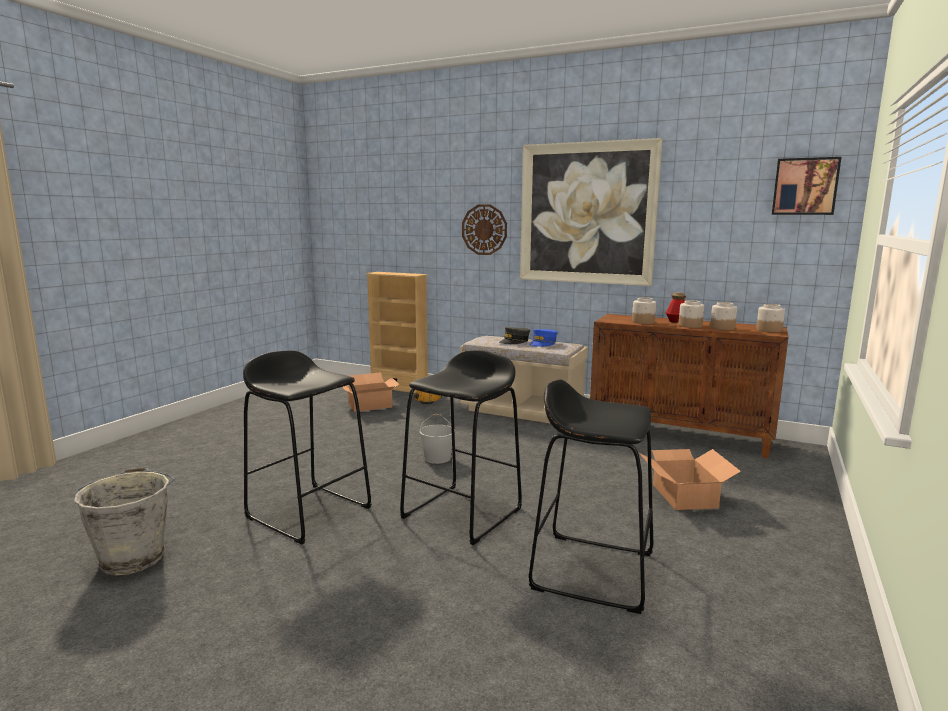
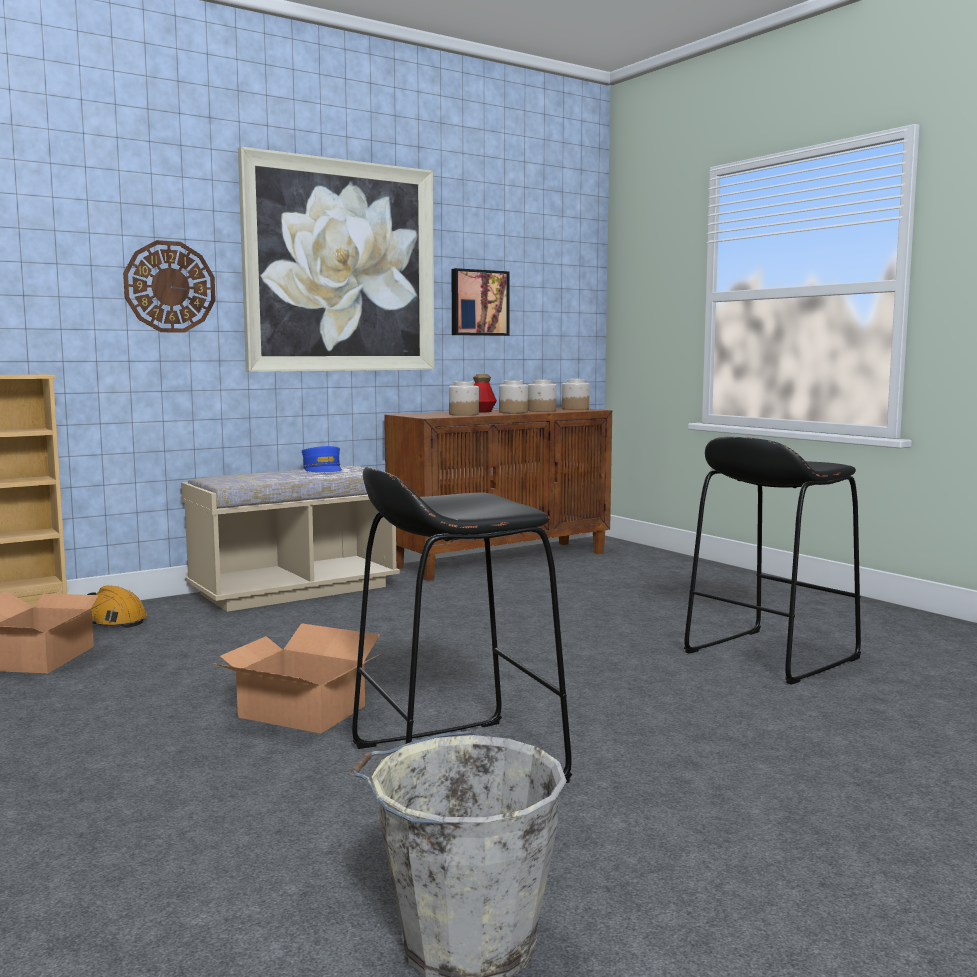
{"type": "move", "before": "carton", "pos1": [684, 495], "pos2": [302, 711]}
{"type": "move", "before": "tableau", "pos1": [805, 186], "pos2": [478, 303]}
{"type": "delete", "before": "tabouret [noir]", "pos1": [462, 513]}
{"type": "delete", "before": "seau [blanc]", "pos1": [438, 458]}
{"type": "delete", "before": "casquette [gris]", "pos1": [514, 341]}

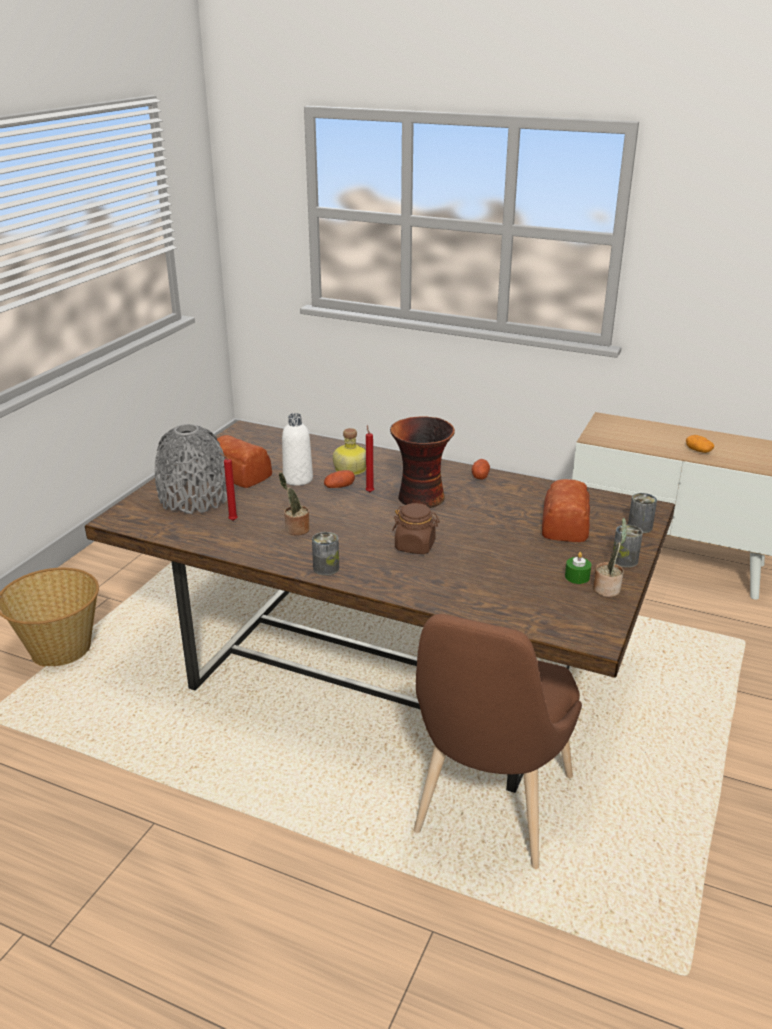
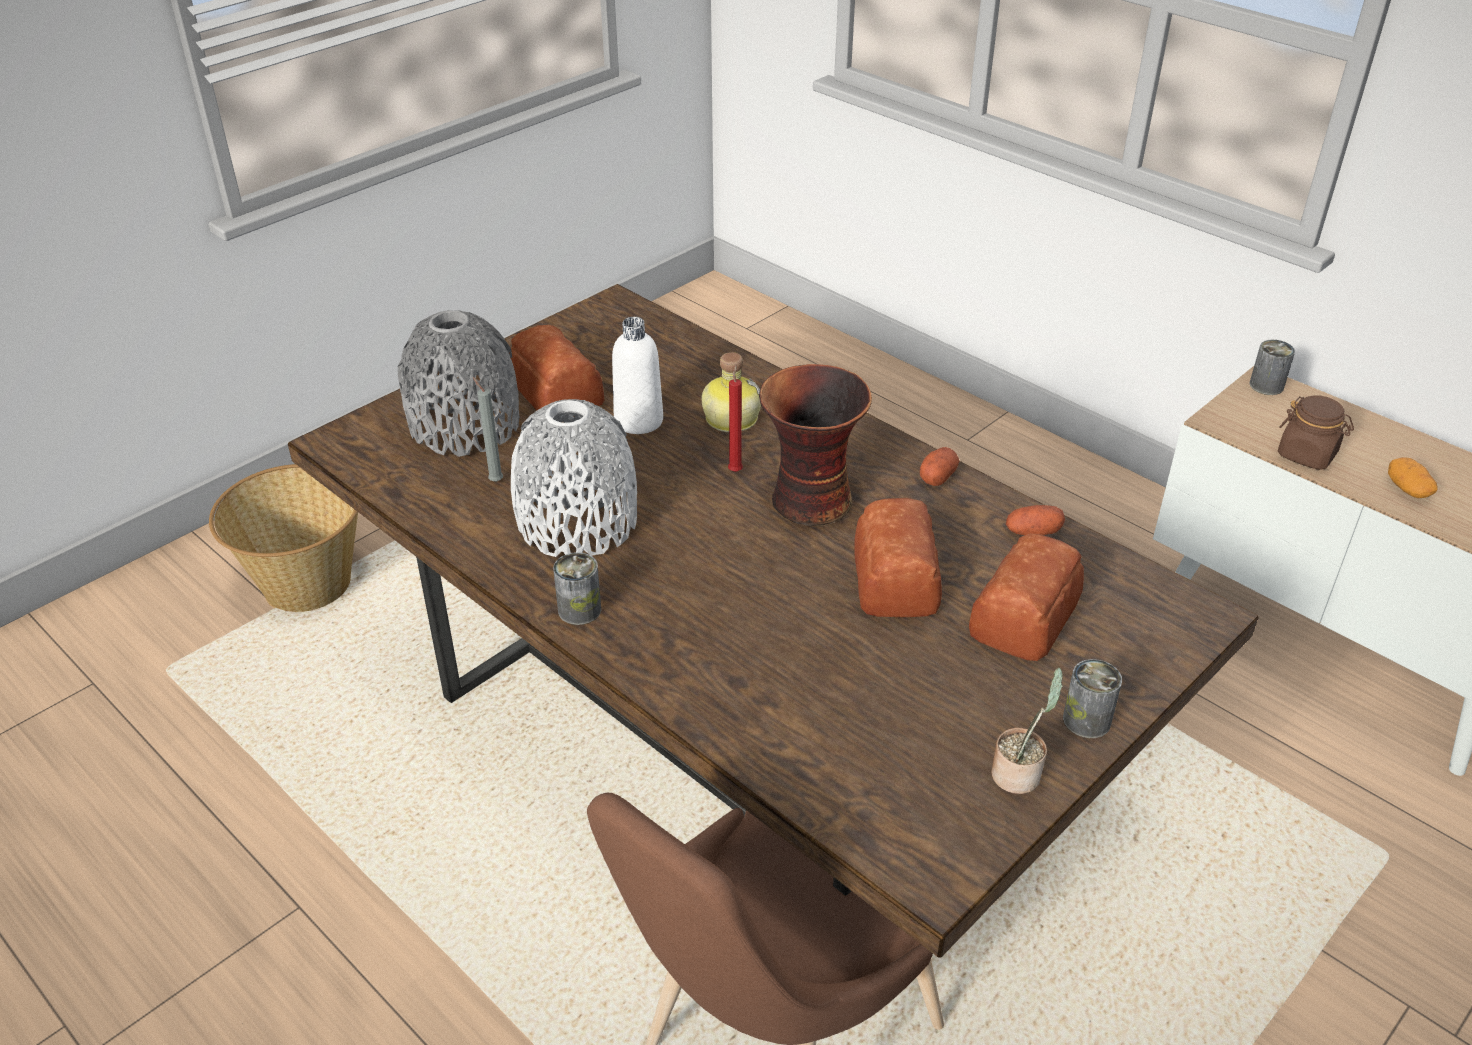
{"type": "recolor", "before": "bougie [rouge]", "after": "bougie [gris]", "pos1": [231, 520], "pos2": [494, 480]}
{"type": "replace", "before": "plante en pot", "after": "vase [gris]", "pos1": [295, 529], "pos2": [577, 521]}
{"type": "insert", "after": "pain", "pos2": [897, 577]}
{"type": "move", "before": "pomme de terre", "pos1": [339, 487], "pos2": [1033, 532]}
{"type": "move", "before": "boîte métallique", "pos1": [640, 527], "pos2": [1266, 385]}
{"type": "move", "before": "bocal [marron]", "pos1": [415, 546], "pos2": [1307, 455]}
{"type": "delete", "before": "bougie [vert]", "pos1": [577, 577]}

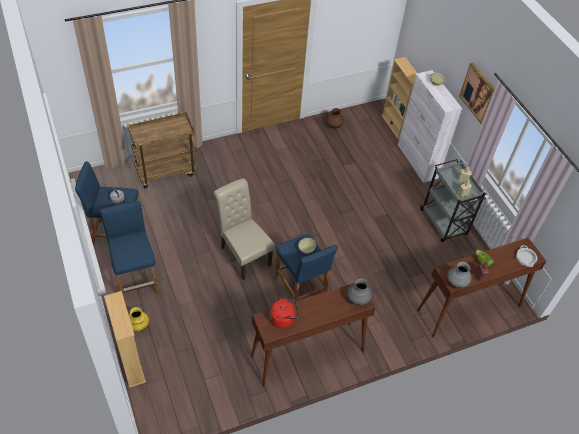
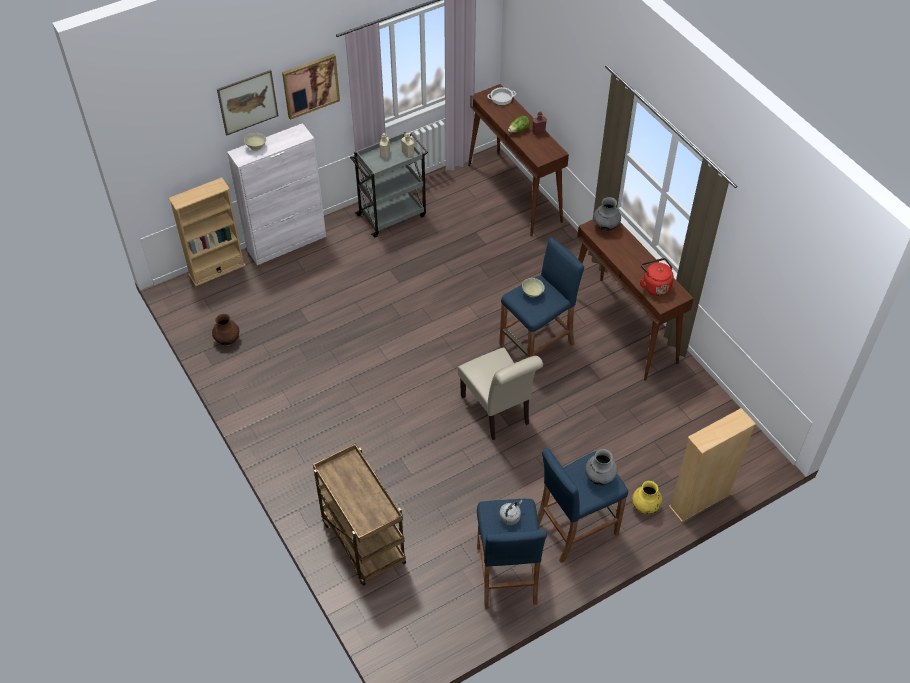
{"type": "insert", "after": "tableau", "pos2": [248, 102]}
{"type": "rotate", "before": "chaise [beige]", "pos1": [243, 254], "pos2": [498, 413], "turn": -75}
{"type": "move", "before": "vase [gris]", "pos1": [456, 283], "pos2": [599, 477]}

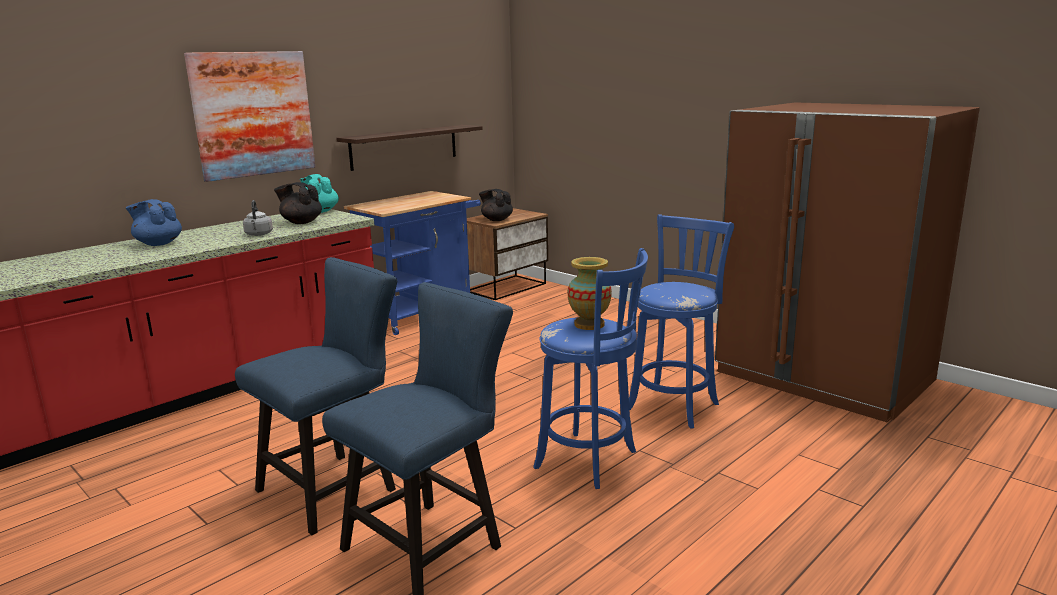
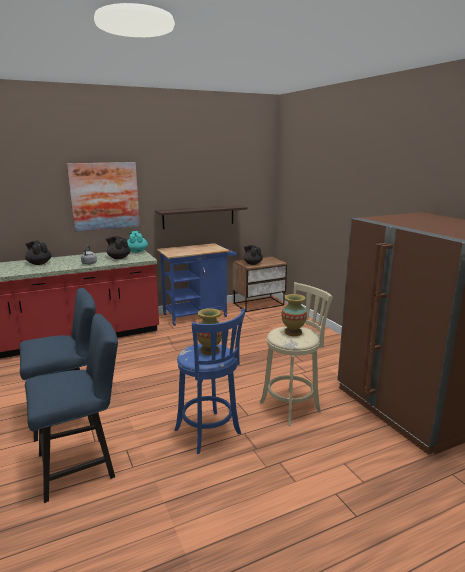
{"type": "recolor", "before": "théière [bleu]", "after": "théière [noir]", "pos1": [158, 244], "pos2": [39, 263]}
{"type": "recolor", "before": "tabouret [bleu]", "after": "tabouret [beige]", "pos1": [674, 405], "pos2": [292, 406]}
{"type": "insert", "after": "vase", "pos2": [293, 332]}

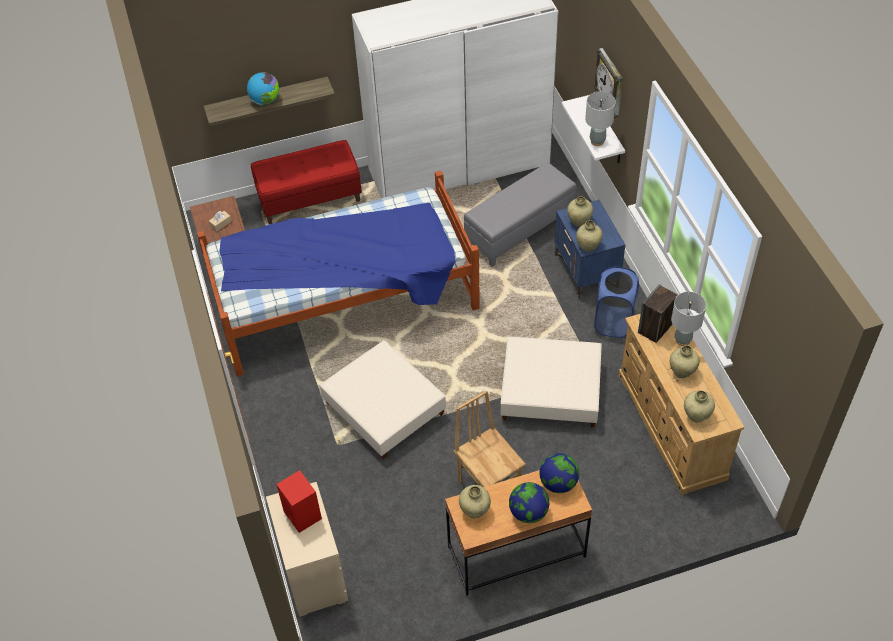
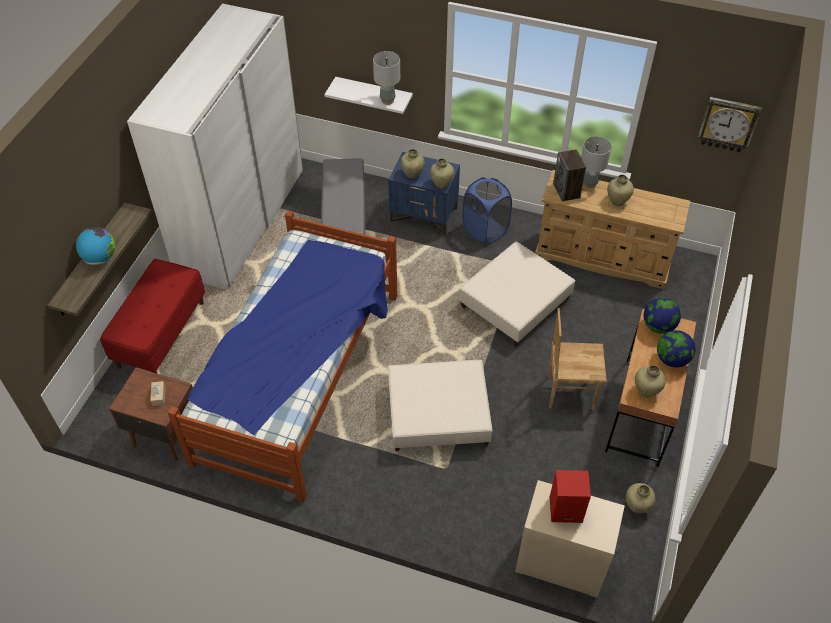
{"type": "move", "before": "vase [beige]", "pos1": [696, 416], "pos2": [637, 506]}
{"type": "move", "before": "horloge murale", "pos1": [610, 84], "pos2": [728, 124]}

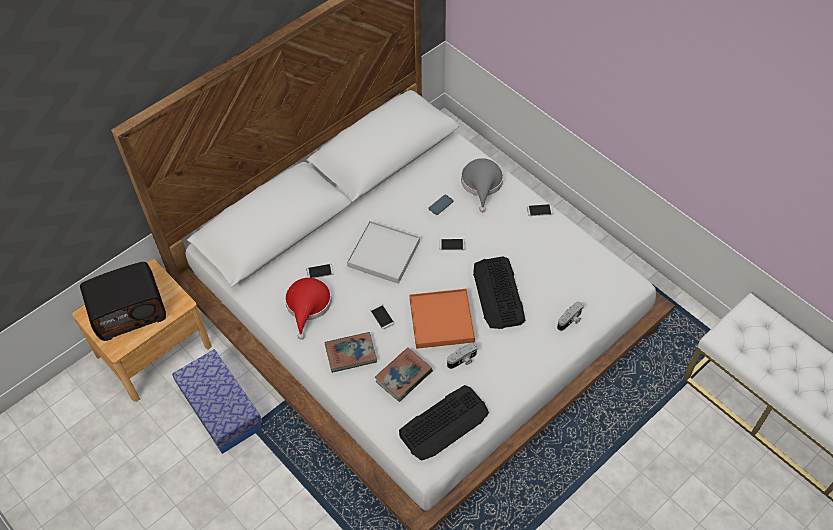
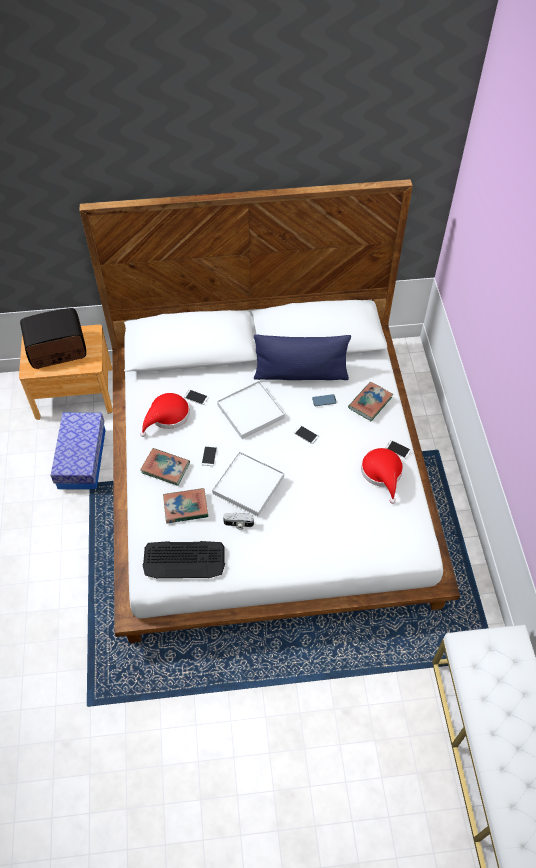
{"type": "rotate", "before": "radio", "pos1": [129, 311], "pos2": [57, 350], "turn": 150}
{"type": "recolor", "before": "plateau [orange]", "after": "plateau [blanc]", "pos1": [441, 320], "pos2": [248, 485]}
{"type": "insert", "after": "coussin [bleu]", "pos2": [301, 374]}
{"type": "replace", "before": "chapeau [gris]", "after": "livre", "pos1": [482, 184], "pos2": [370, 403]}
{"type": "insert", "after": "chapeau [rouge]", "pos2": [382, 473]}
{"type": "delete", "before": "clavier", "pos1": [498, 293]}
{"type": "delete", "before": "appareil photo", "pos1": [570, 321]}

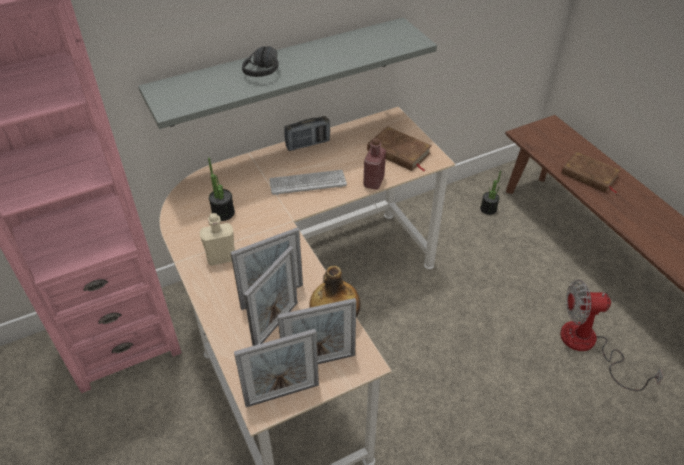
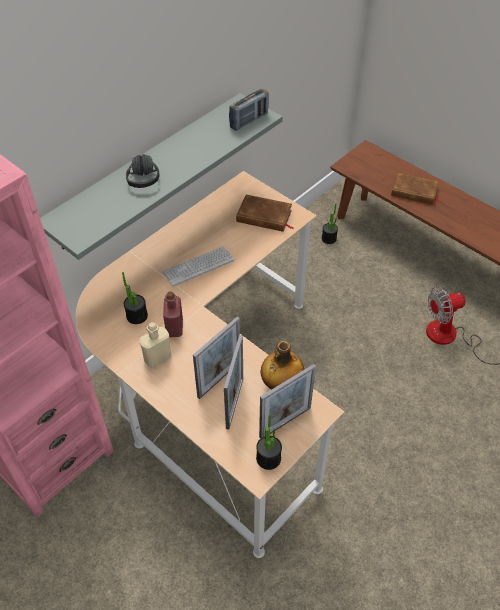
{"type": "move", "before": "bouteille [rouge]", "pos1": [373, 182], "pos2": [174, 328]}
{"type": "move", "before": "radio", "pos1": [308, 144], "pos2": [249, 121]}
{"type": "replace", "before": "cadre photo", "after": "plante en pot", "pos1": [282, 394], "pos2": [268, 458]}

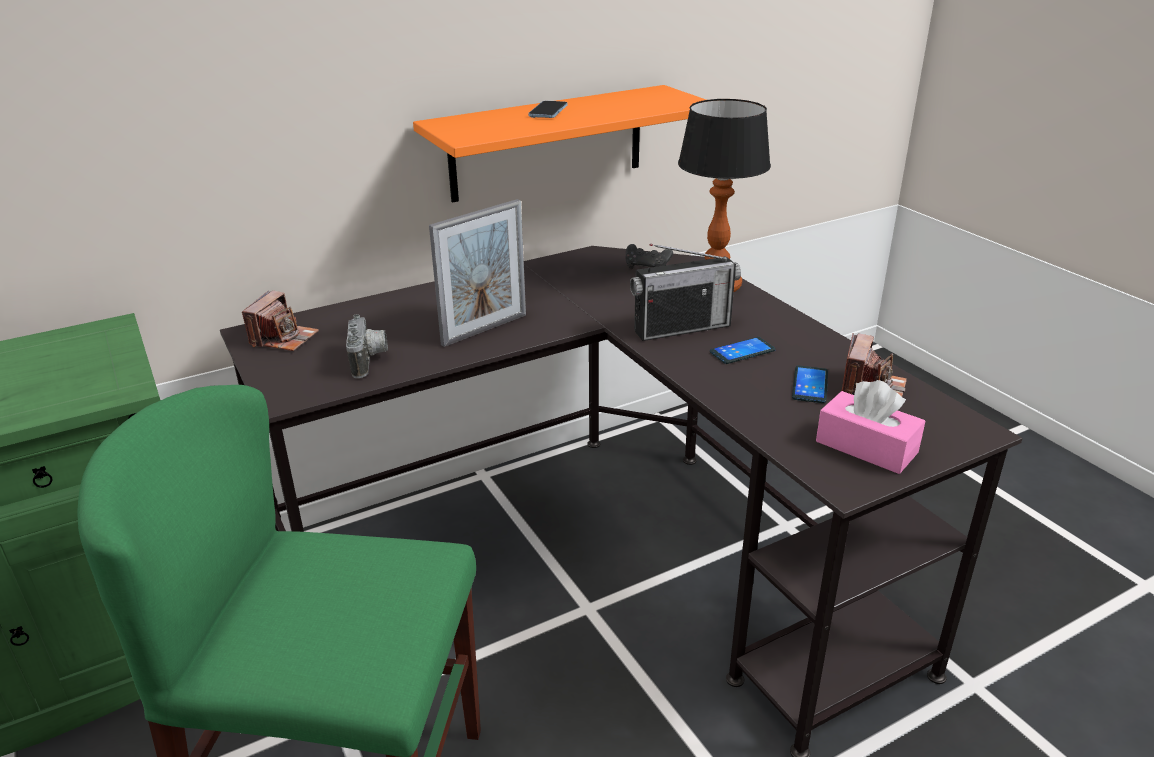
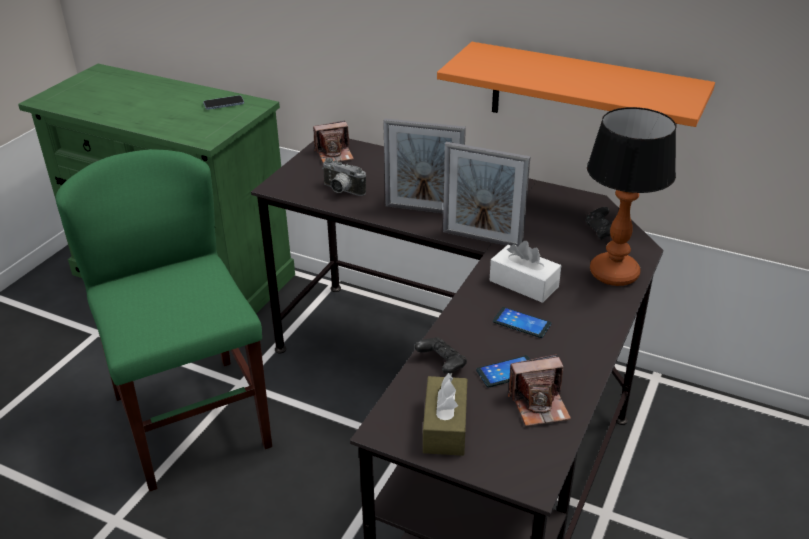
{"type": "move", "before": "téléphone", "pos1": [548, 111], "pos2": [223, 104]}
{"type": "rotate", "before": "appareil photo", "pos1": [370, 361], "pos2": [341, 191], "turn": 75}
{"type": "insert", "after": "manette [noir]", "pos2": [441, 364]}
{"type": "recolor", "before": "boîte à mouchoirs [rose]", "after": "boîte à mouchoirs [marron]", "pos1": [866, 447], "pos2": [445, 426]}
{"type": "insert", "after": "cadre photo", "pos2": [482, 239]}
{"type": "replace", "before": "radio", "after": "boîte à mouchoirs [blanc]", "pos1": [682, 328], "pos2": [523, 284]}

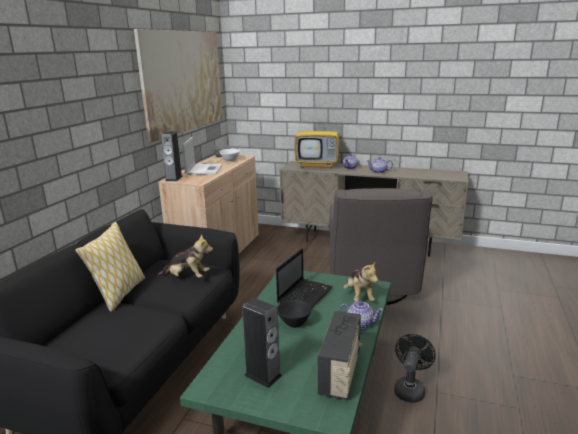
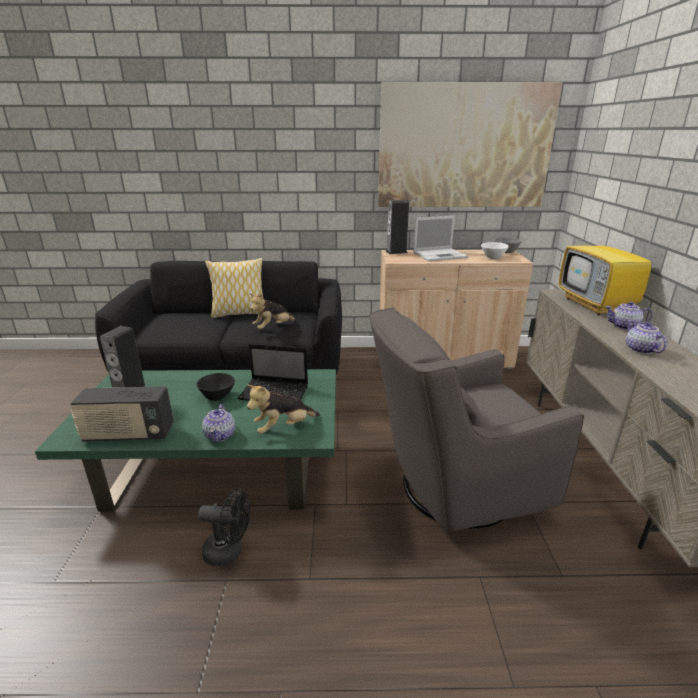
{"type": "rotate", "before": "peluche", "pos1": [187, 277], "pos2": [273, 327], "turn": 60}

